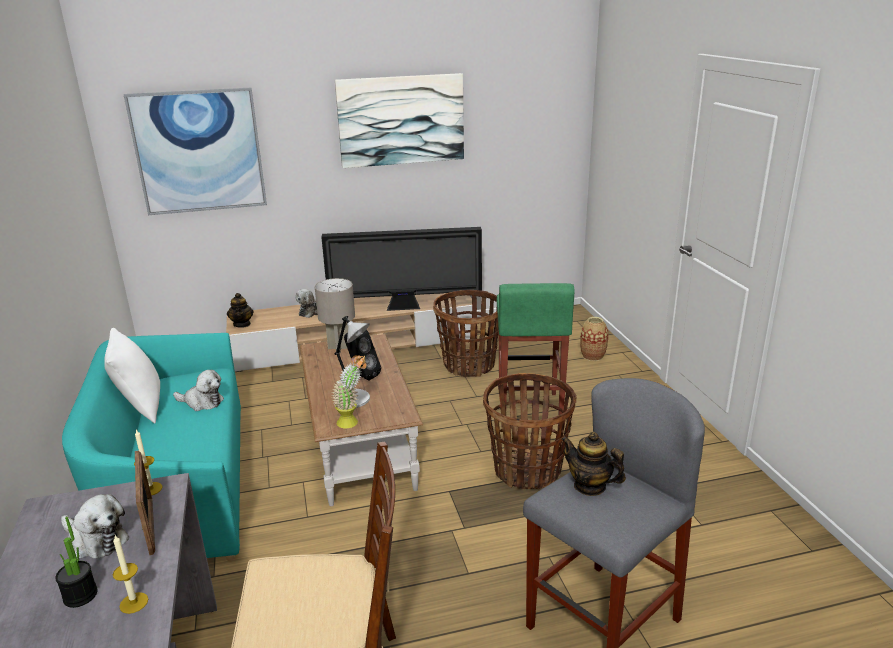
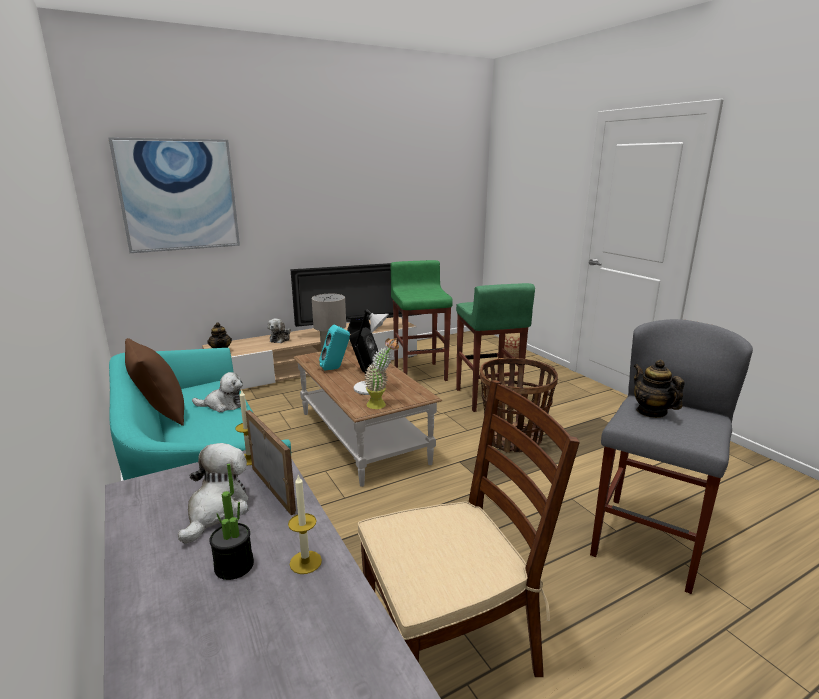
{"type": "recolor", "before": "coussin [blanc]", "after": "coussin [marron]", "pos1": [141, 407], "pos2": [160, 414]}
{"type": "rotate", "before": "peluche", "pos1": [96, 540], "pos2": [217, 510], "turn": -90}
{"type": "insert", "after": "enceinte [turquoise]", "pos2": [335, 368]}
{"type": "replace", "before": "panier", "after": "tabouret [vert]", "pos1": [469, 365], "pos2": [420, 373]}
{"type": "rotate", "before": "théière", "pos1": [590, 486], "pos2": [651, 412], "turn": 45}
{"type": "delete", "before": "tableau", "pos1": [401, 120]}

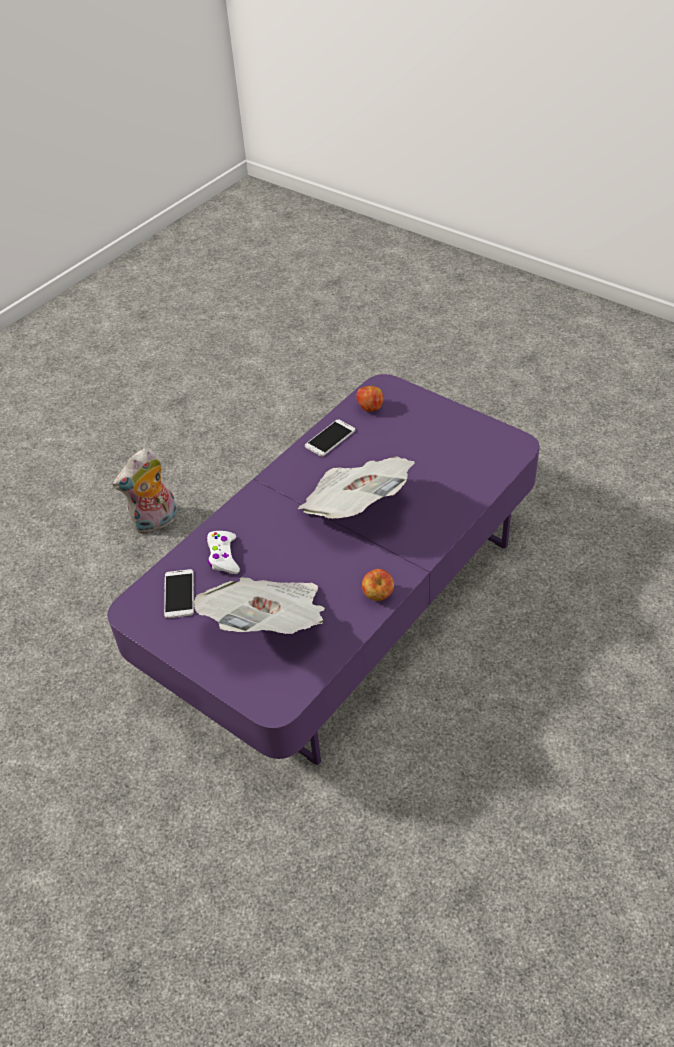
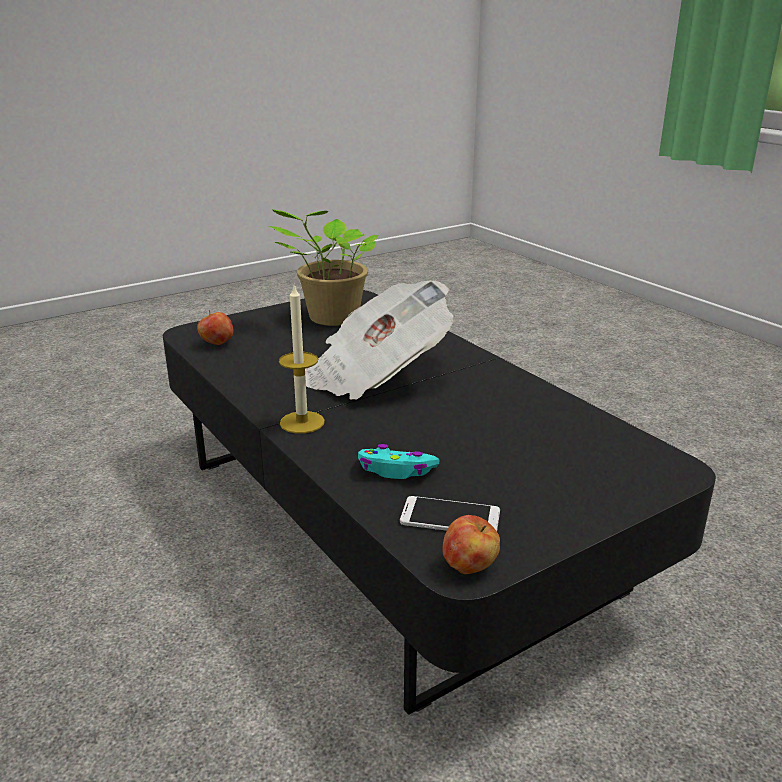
{"type": "recolor", "before": "table basse [violet]", "after": "table basse [noir]", "pos1": [343, 602], "pos2": [391, 523]}
{"type": "insert", "after": "plante en pot", "pos2": [330, 318]}
{"type": "insert", "after": "bougie", "pos2": [302, 422]}
{"type": "recolor", "before": "manette [blanc]", "after": "manette [turquoise]", "pos1": [223, 556], "pos2": [396, 470]}
{"type": "move", "before": "pomme", "pos1": [378, 595], "pos2": [470, 566]}
{"type": "delete", "before": "peluche", "pos1": [156, 523]}
{"type": "delete", "before": "journal", "pos1": [269, 625]}
{"type": "delete", "before": "téléphone", "pos1": [330, 438]}

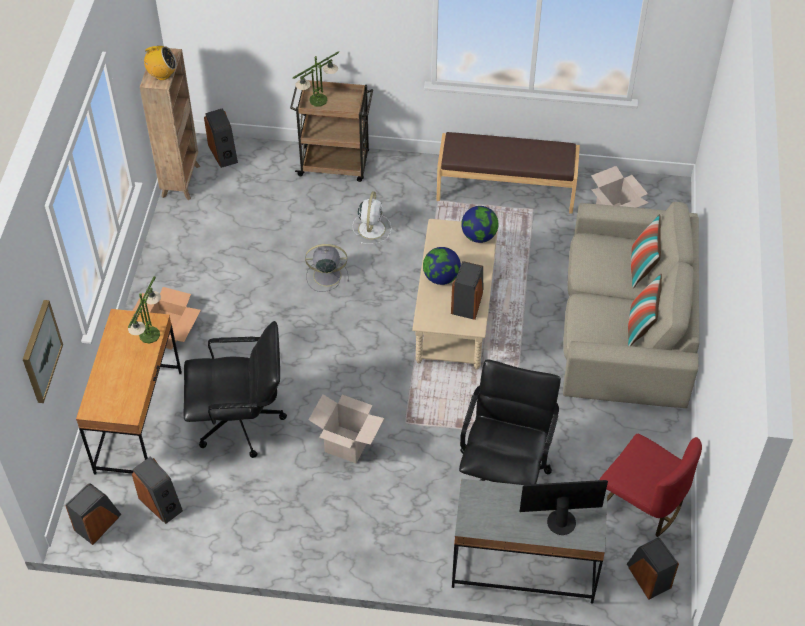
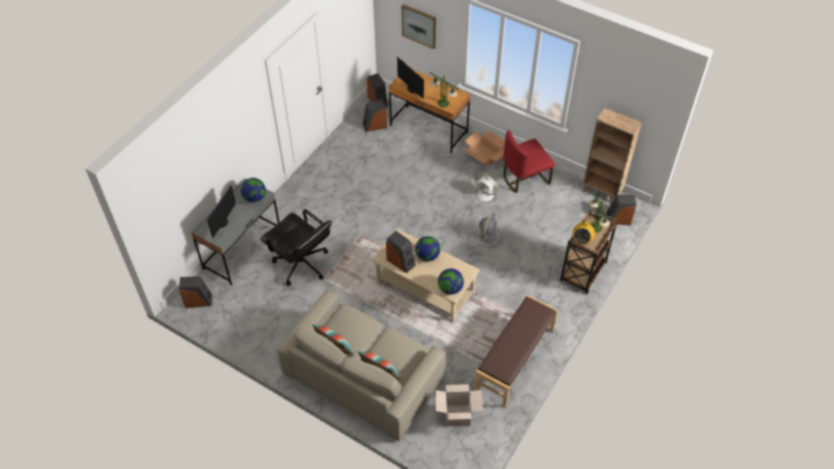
{"type": "insert", "after": "globe", "pos2": [255, 198]}
{"type": "insert", "after": "écran d'ordinateur", "pos2": [413, 89]}
{"type": "move", "before": "ventilateur [blanc]", "pos1": [372, 228], "pos2": [486, 195]}
{"type": "move", "before": "chaise [rouge]", "pos1": [641, 504], "pos2": [524, 178]}
{"type": "move", "before": "radio", "pos1": [162, 75], "pos2": [582, 240]}
{"type": "delete", "before": "chaise de bureau [noir]", "pos1": [240, 422]}
{"type": "delete", "before": "carton", "pos1": [347, 445]}

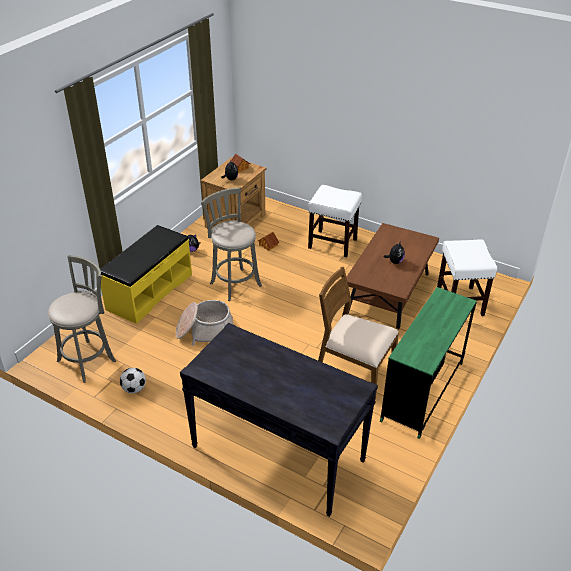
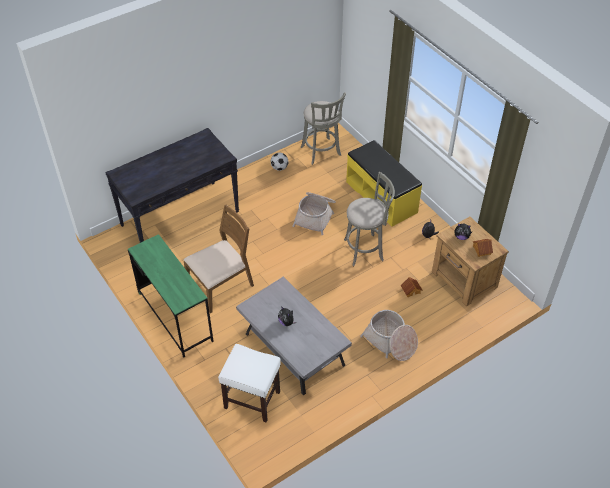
{"type": "recolor", "before": "table basse [marron]", "after": "table basse [gris]", "pos1": [388, 293], "pos2": [294, 350]}
{"type": "replace", "before": "tabouret [blanc]", "after": "panier", "pos1": [333, 243], "pos2": [390, 341]}

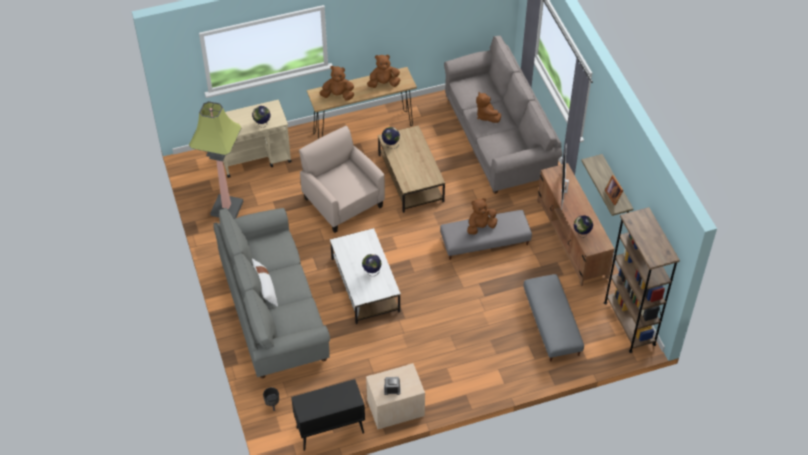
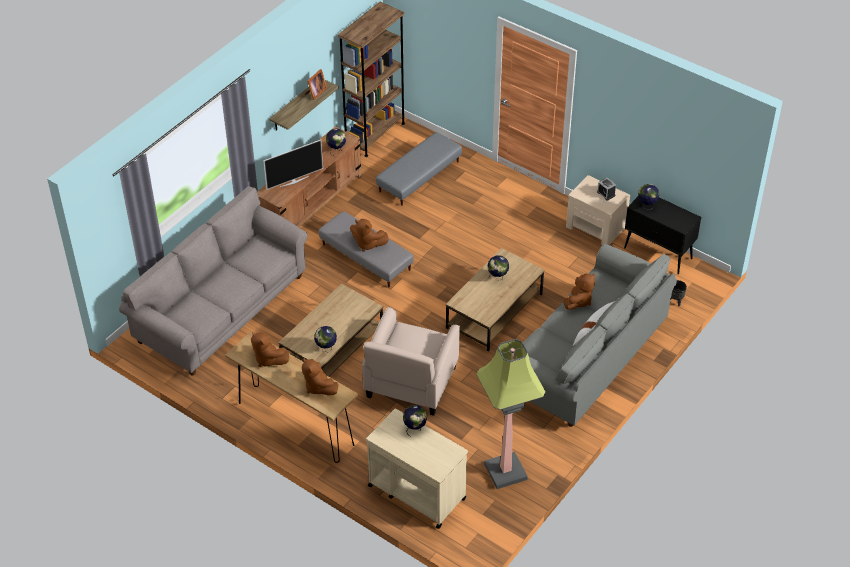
{"type": "recolor", "before": "table basse [blanc]", "after": "table basse [marron]", "pos1": [364, 284], "pos2": [494, 311]}
{"type": "move", "before": "peluche [marron]", "pos1": [486, 116], "pos2": [578, 301]}
{"type": "insert", "after": "globe", "pos2": [647, 206]}

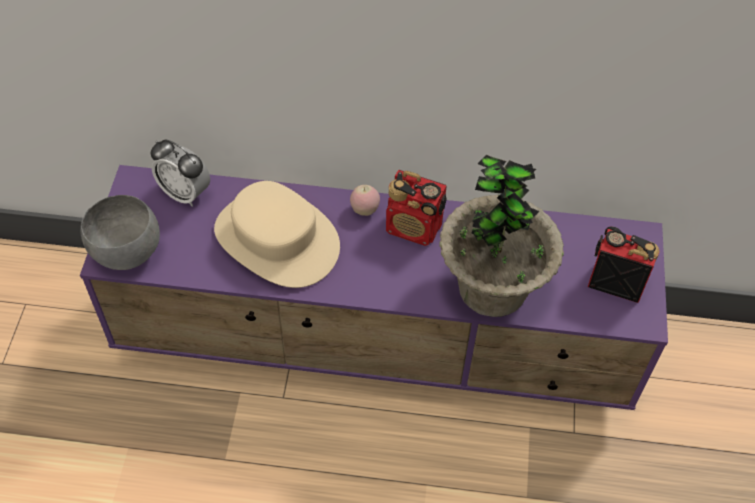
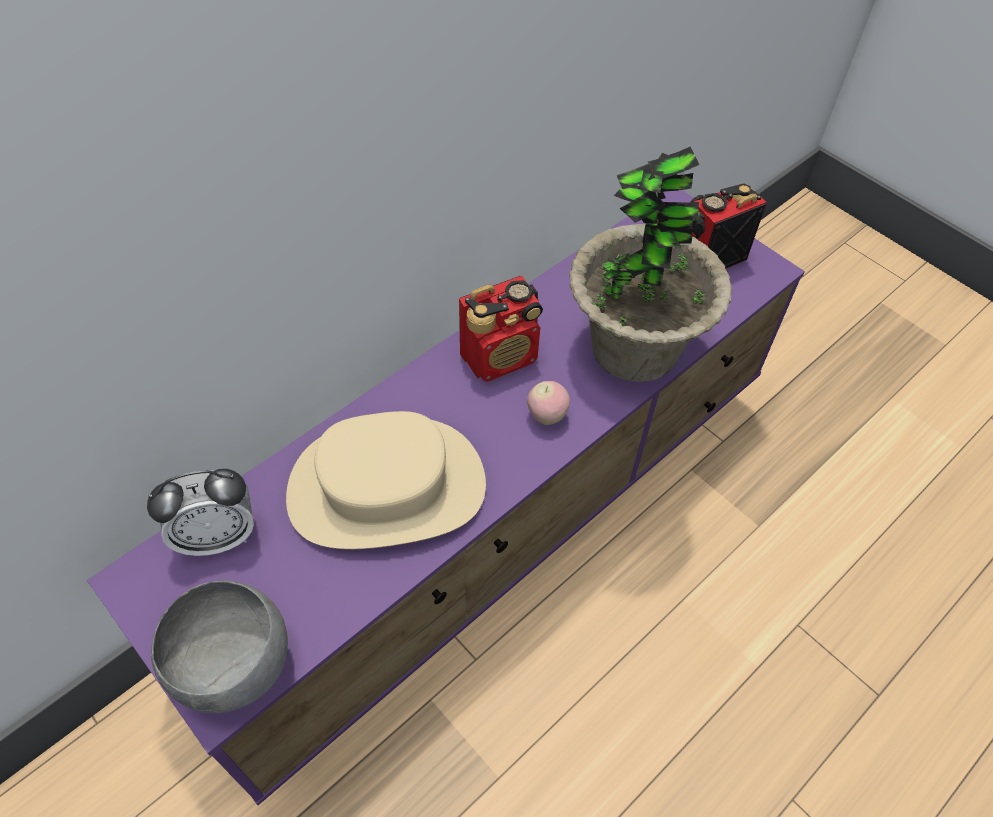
{"type": "move", "before": "pomme", "pos1": [364, 210], "pos2": [546, 416]}

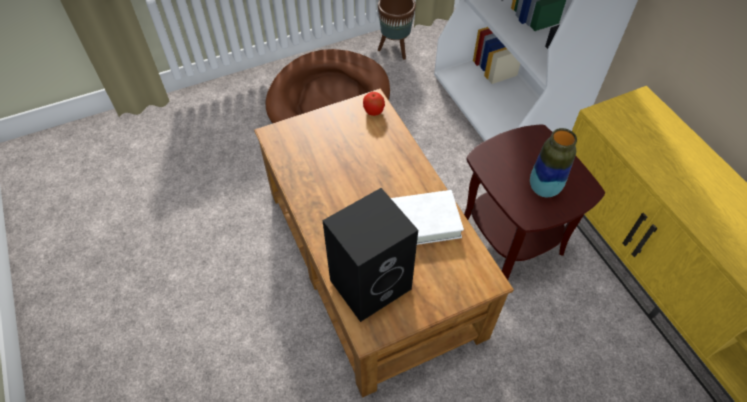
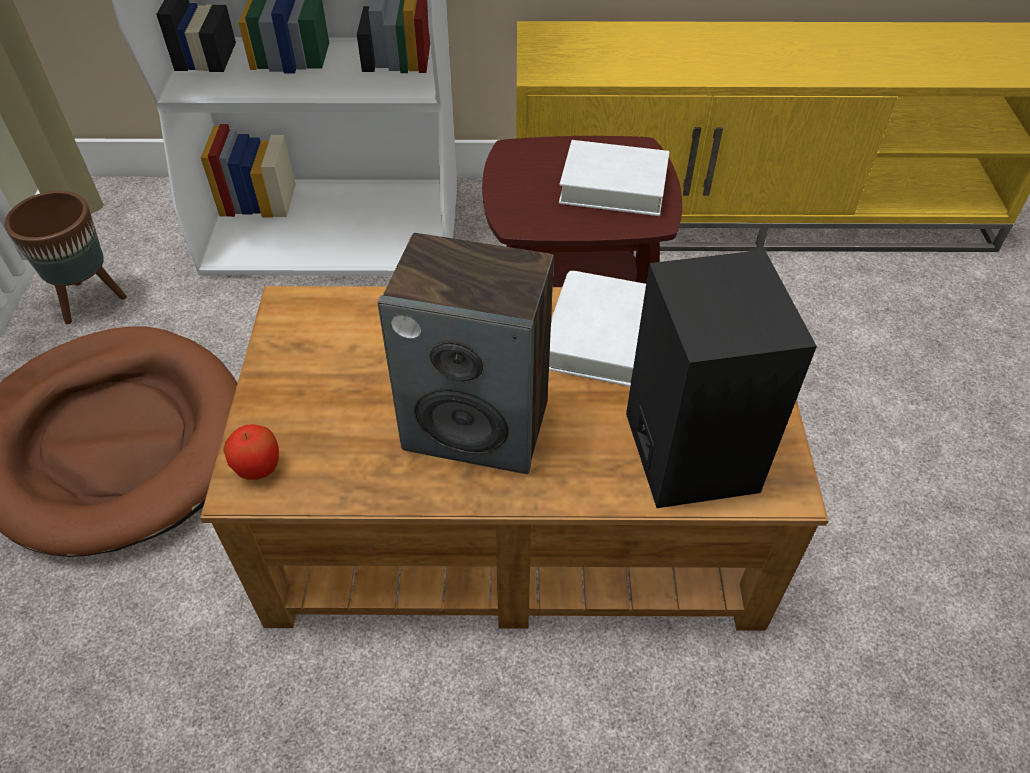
{"type": "move", "before": "pomme", "pos1": [373, 111], "pos2": [258, 467]}
{"type": "insert", "after": "enceinte", "pos2": [478, 426]}
{"type": "replace", "before": "vase", "after": "livre [blanc]", "pos1": [544, 188], "pos2": [613, 185]}

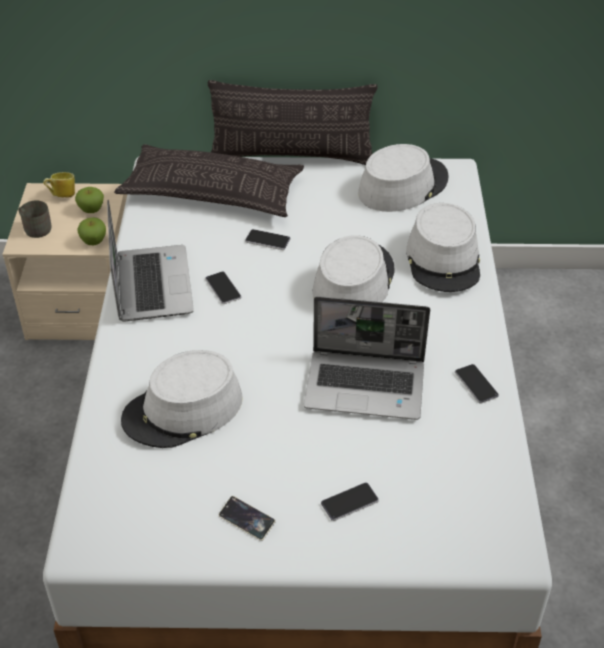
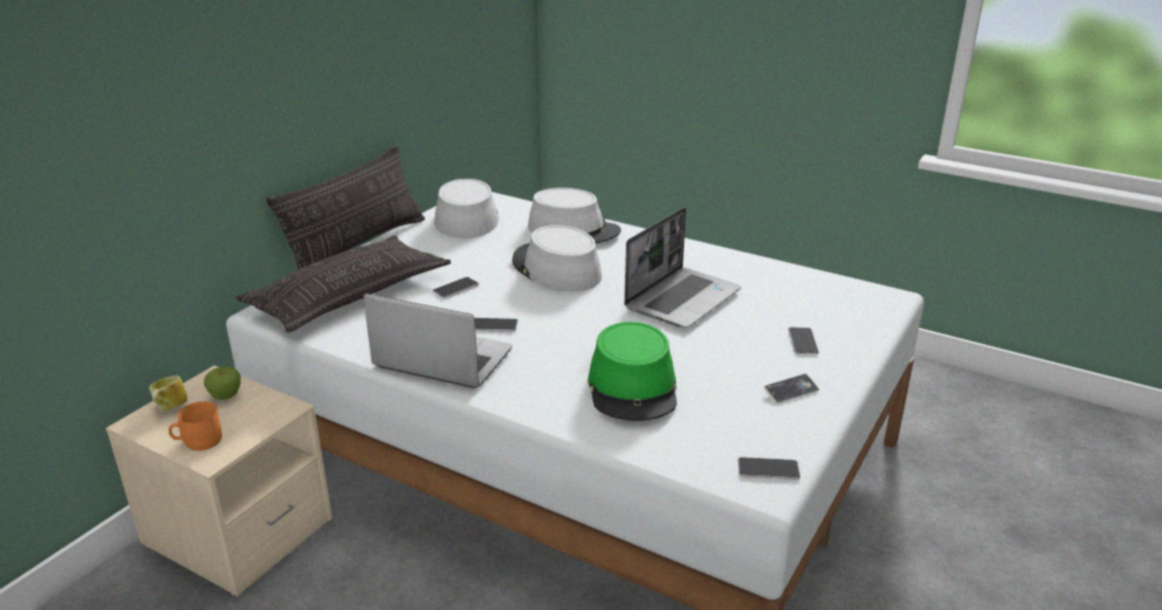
{"type": "recolor", "before": "mug [gris]", "after": "mug [orange]", "pos1": [35, 228], "pos2": [198, 441]}
{"type": "recolor", "before": "chapeau [gris]", "after": "chapeau [vert]", "pos1": [183, 410], "pos2": [633, 387]}
{"type": "move", "before": "téléphone", "pos1": [476, 384], "pos2": [768, 470]}
{"type": "delete", "before": "pomme", "pos1": [94, 242]}

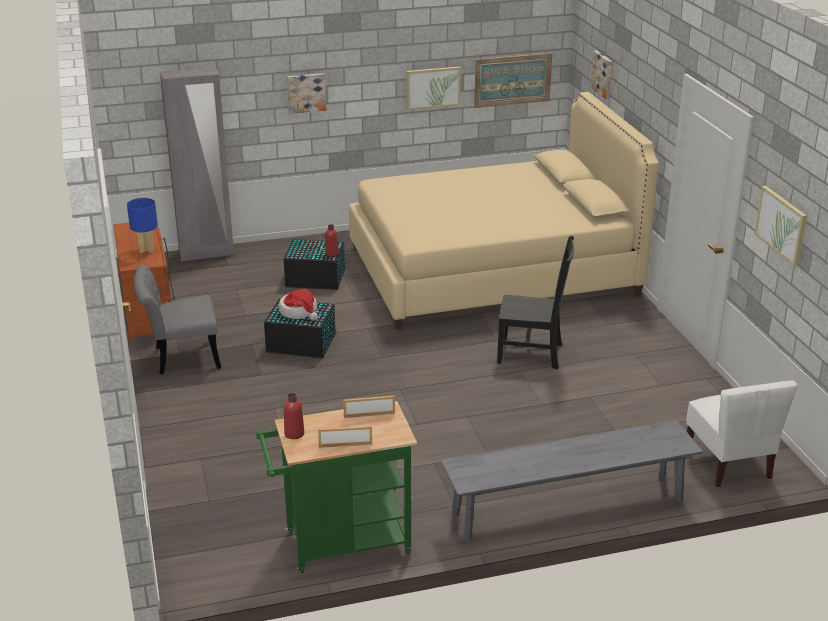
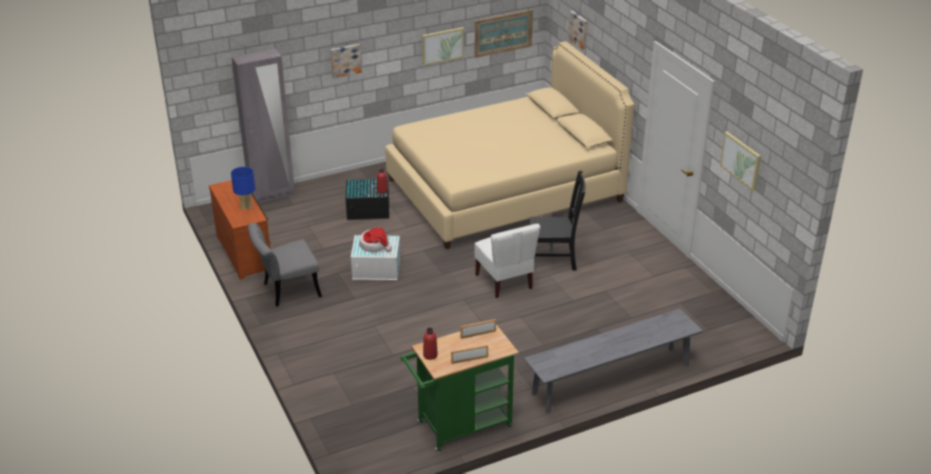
{"type": "recolor", "before": "boîte de rangement [noir]", "after": "boîte de rangement [blanc]", "pos1": [302, 343], "pos2": [377, 268]}
{"type": "move", "before": "chaise [blanc]", "pos1": [729, 464], "pos2": [505, 282]}

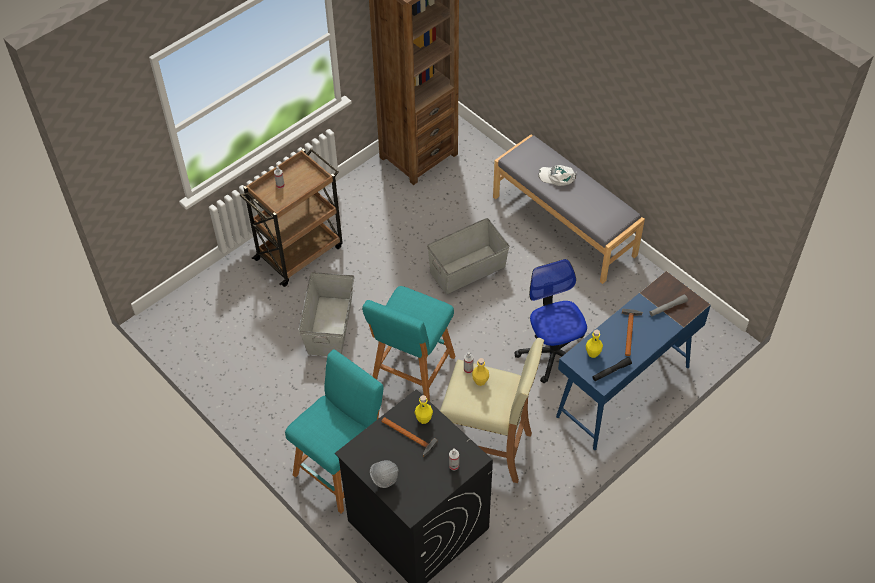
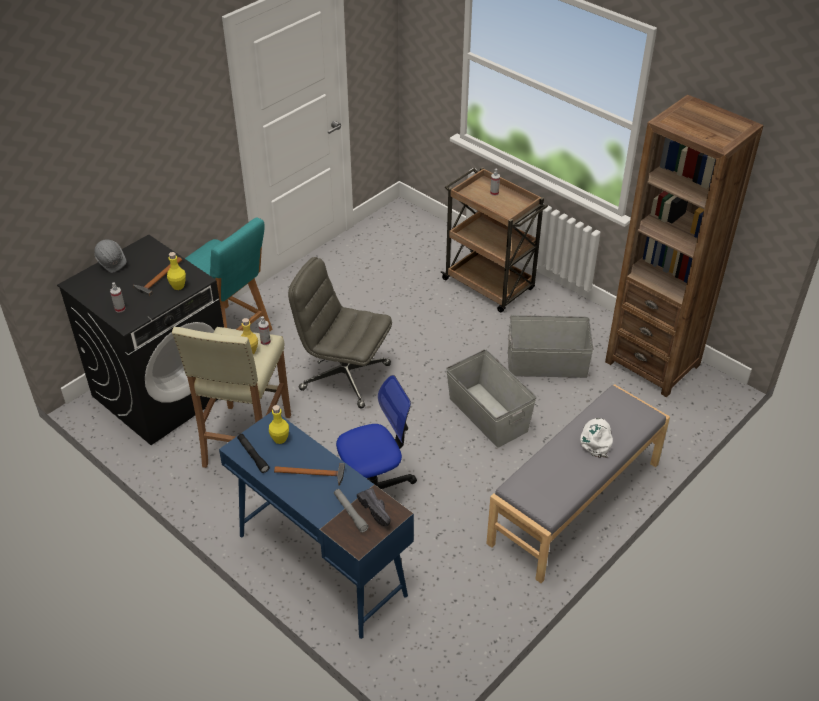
{"type": "replace", "before": "tabouret [turquoise]", "after": "chaise de bureau [gris]", "pos1": [411, 371], "pos2": [344, 377]}
{"type": "insert", "after": "chaussure [noir]", "pos2": [377, 511]}
{"type": "move", "before": "boîte de rangement [gris]", "pos1": [330, 326], "pos2": [547, 364]}

